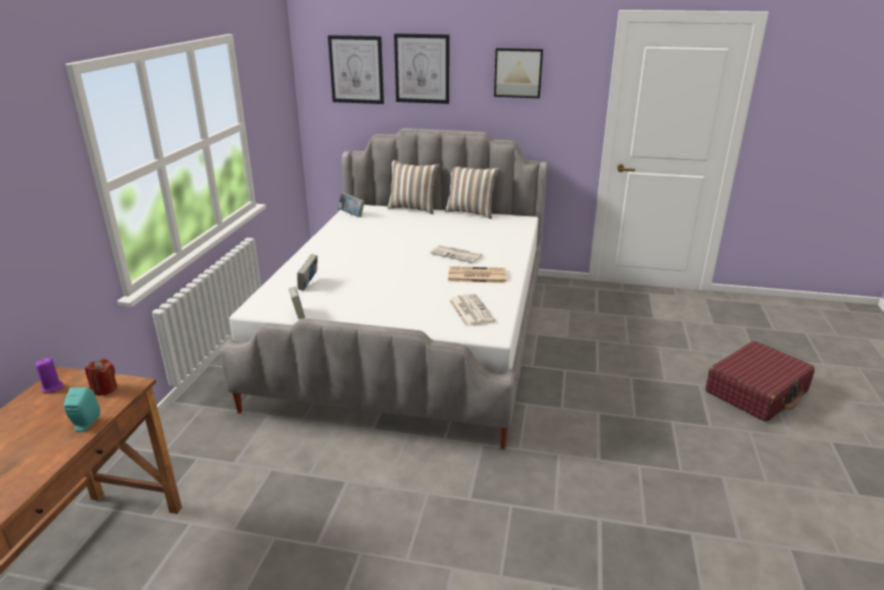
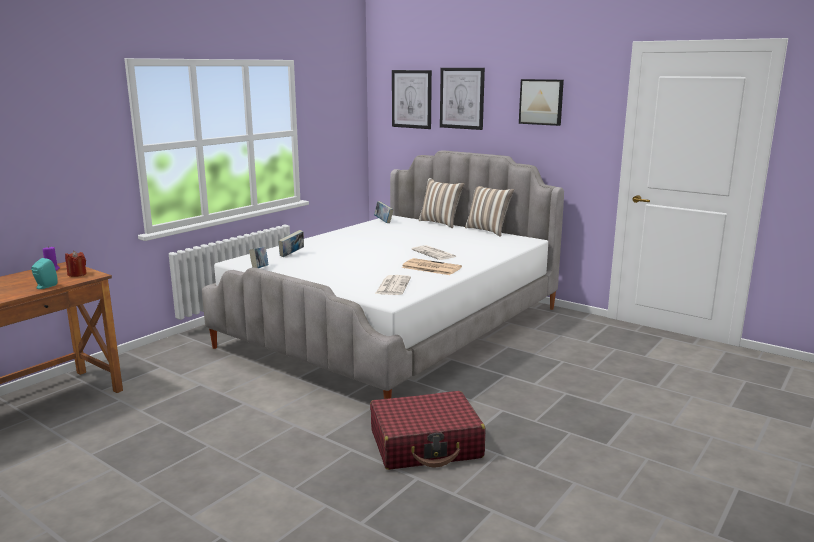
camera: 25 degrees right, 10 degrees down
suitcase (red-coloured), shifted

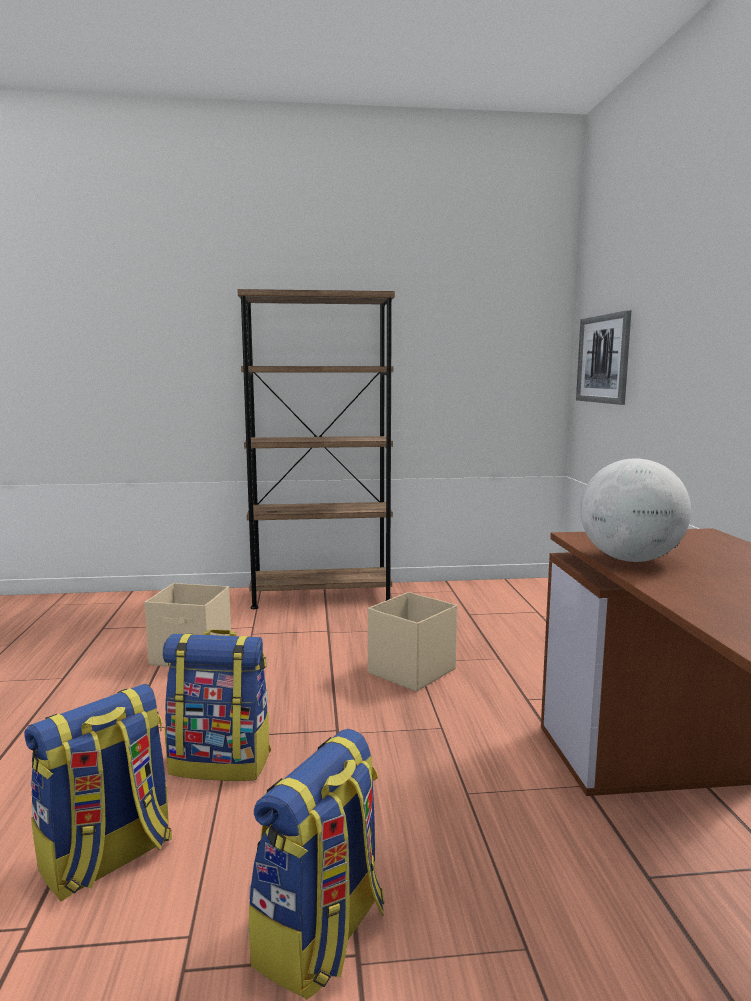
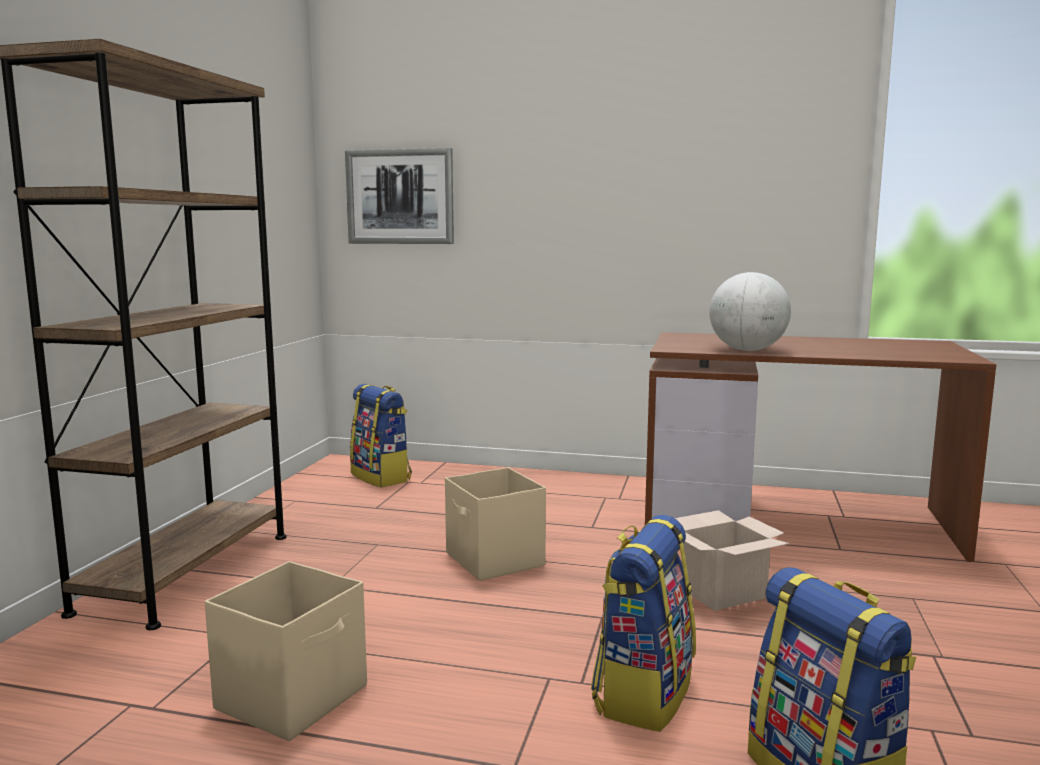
camera: 70 degrees left, 0 degrees up
rucksack (no. 3 from left in the first image) → rucksack (no. 1 from left), shifted
- → cardboard box

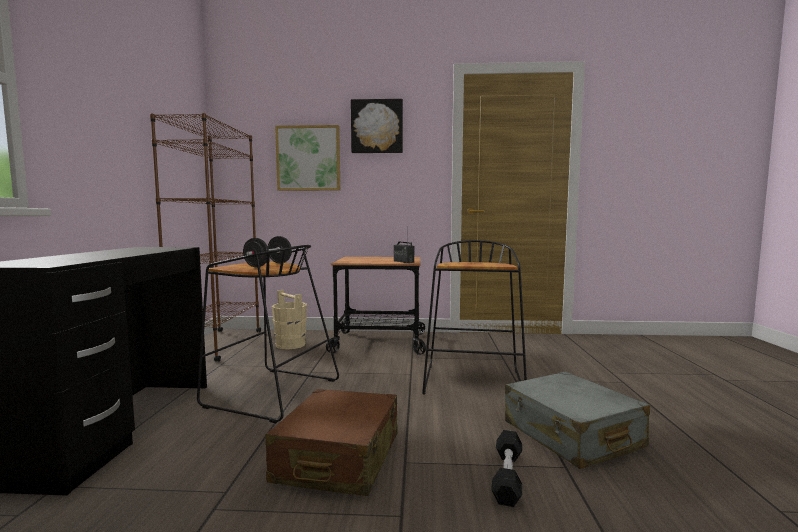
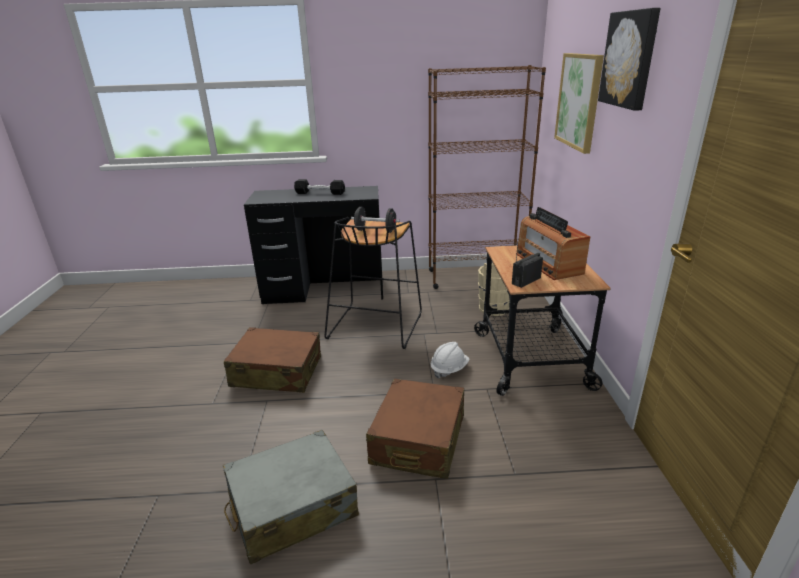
camera: 85 degrees right, 20 degrees up
stool (blackish) (no. 2 from left) → suitcase (brown-coloured) (no. 2 from left)
hand weight (blackish) (no. 2 from left in the first image) → hand weight (blackish) (no. 1 from left), shifted
- → radio receiver (no. 2 from left)
- → work helmet (white-coloured)

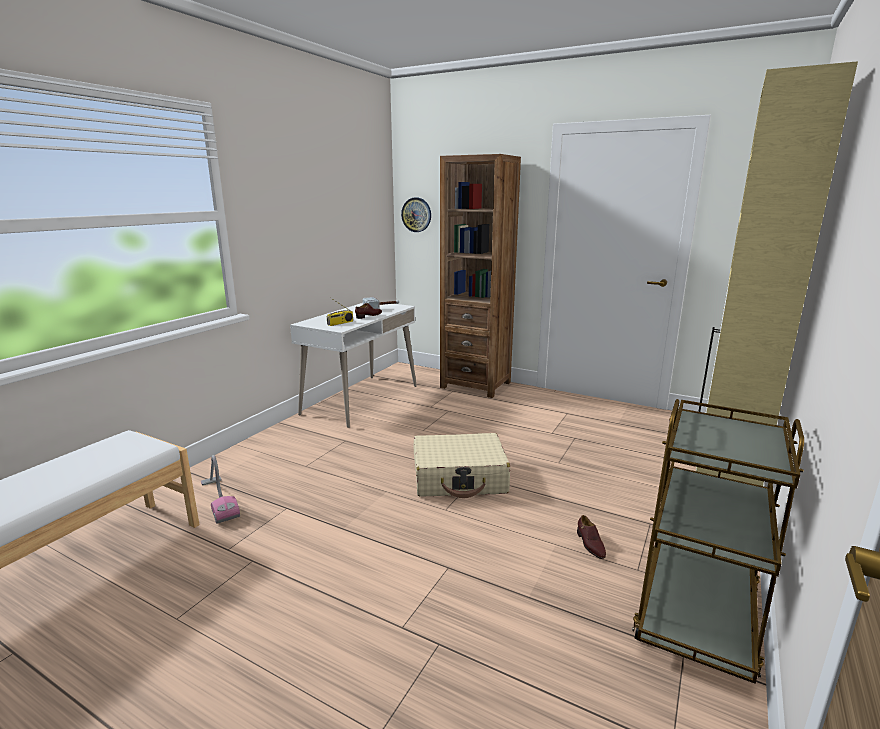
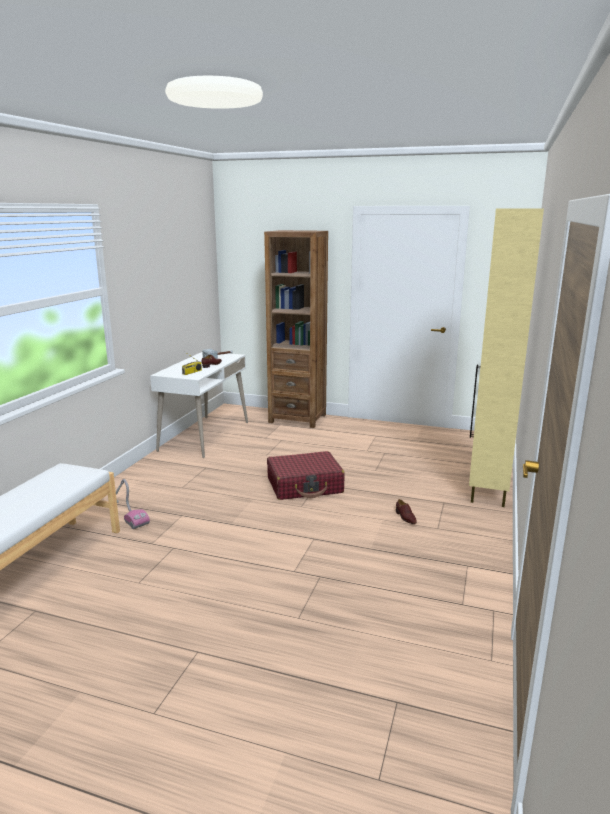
camera: 10 degrees left, 0 degrees up
wall clock → -
wheeled cart (brown-coloured) → -
suitcase (beige-coloured) → suitcase (red-coloured)

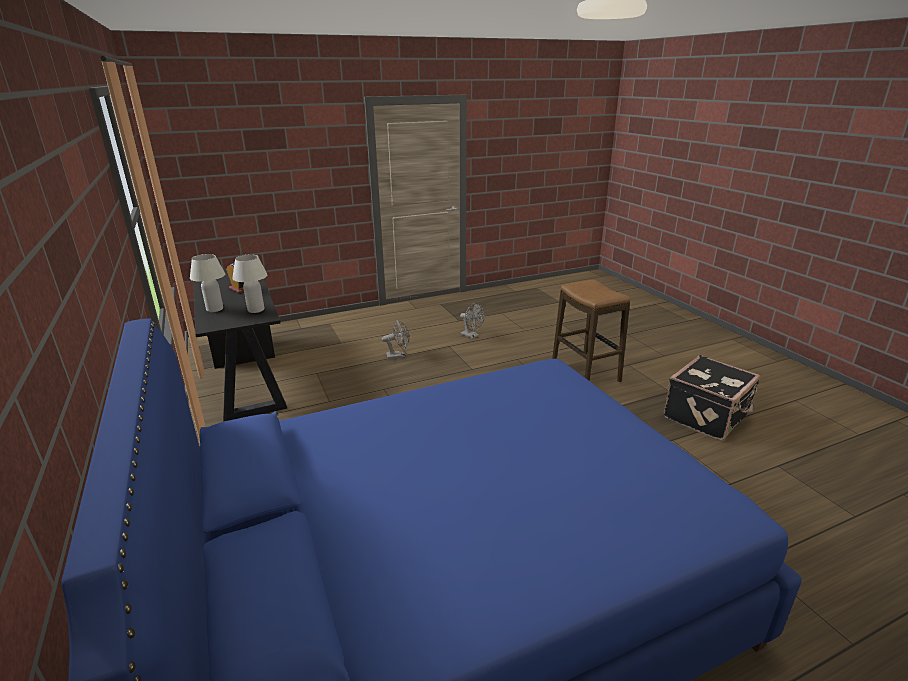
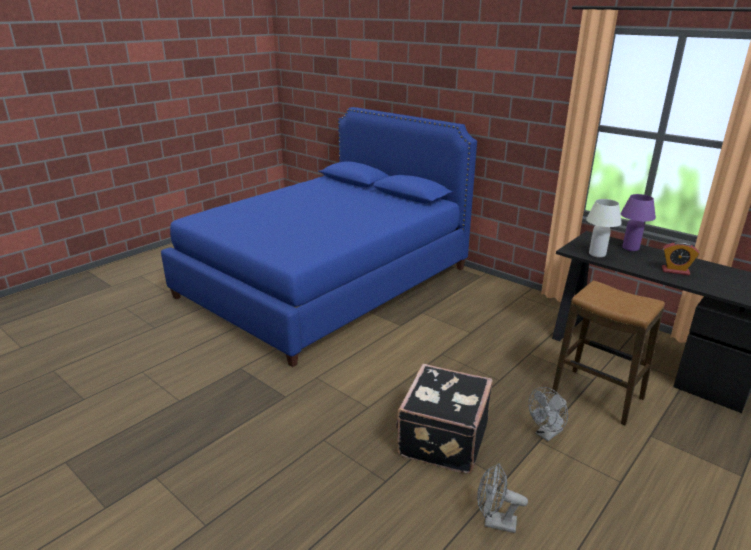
camera: 155 degrees right, 0 degrees up
lamp for a table (white-coloured) (no. 1 from left) → lamp for a table (purple-coloured)
stool, shifted
suitcase (blackish), shifted

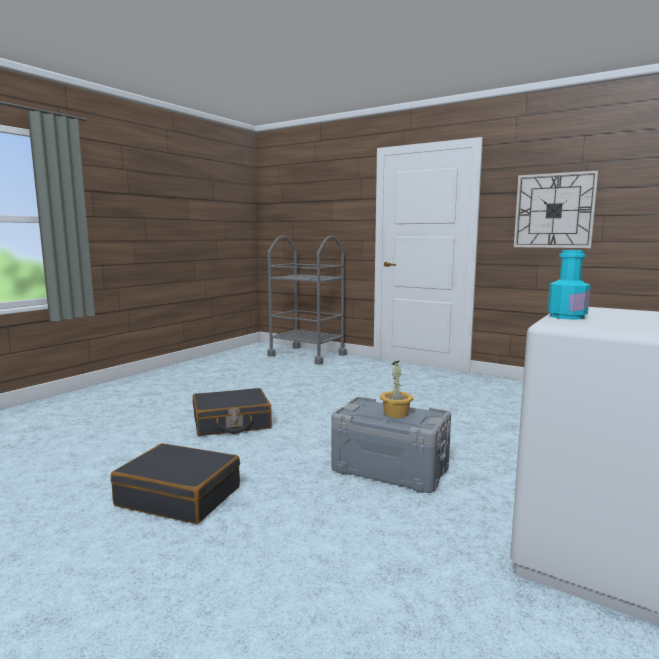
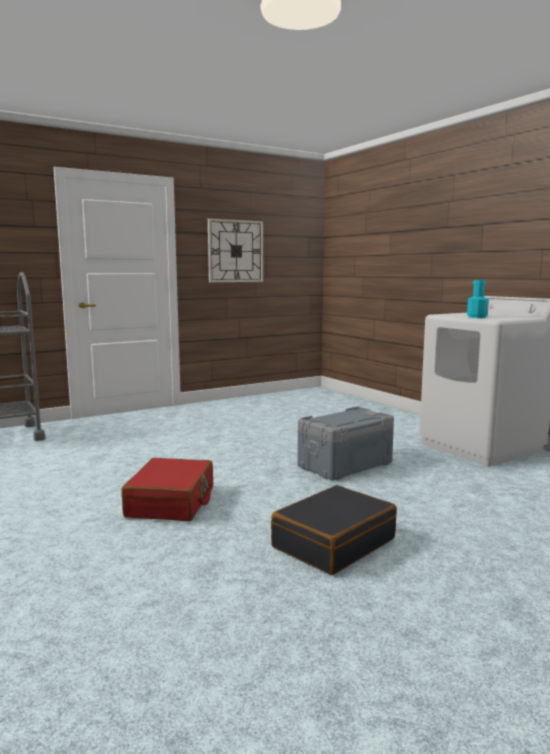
camera: 65 degrees left, 0 degrees up
potted plant → -
suitcase (blackish) (no. 2 from left) → suitcase (red-coloured)

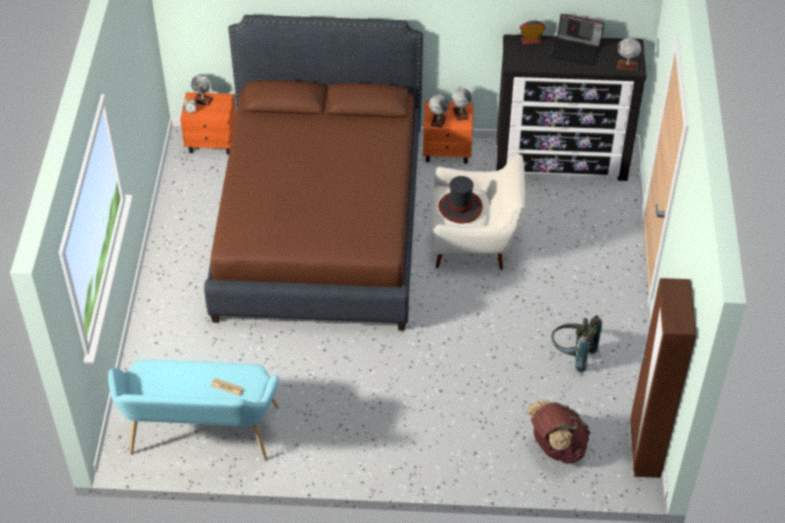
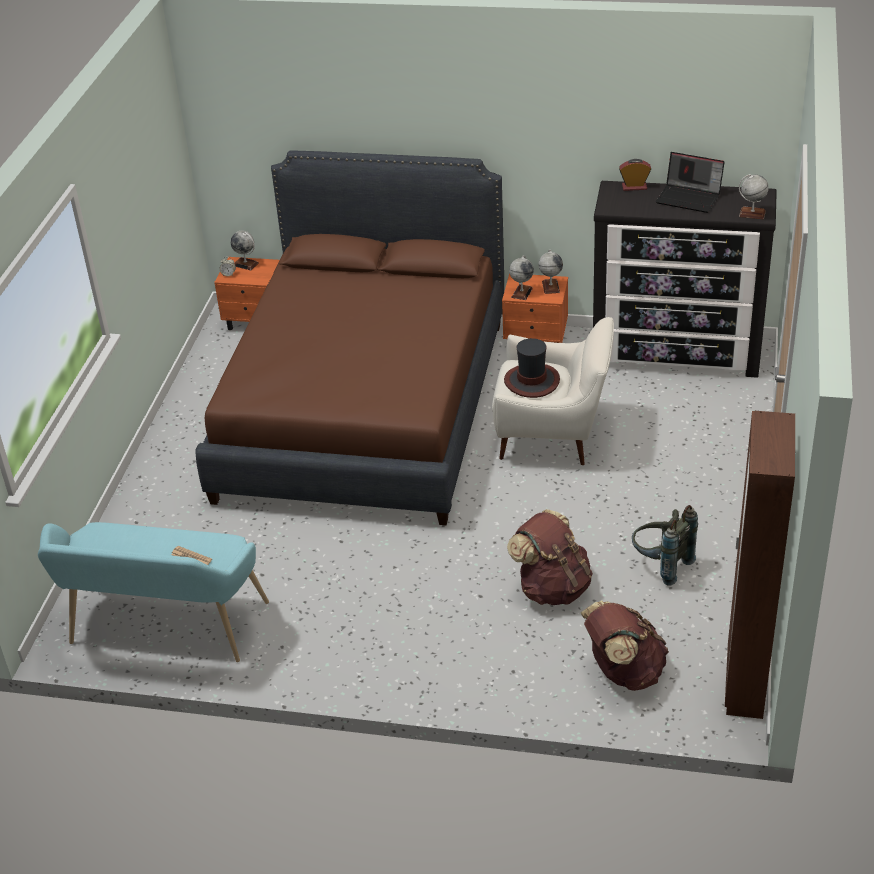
camera: 10 degrees right, 10 degrees down
- → rucksack (brown-coloured) (no. 1 from left)

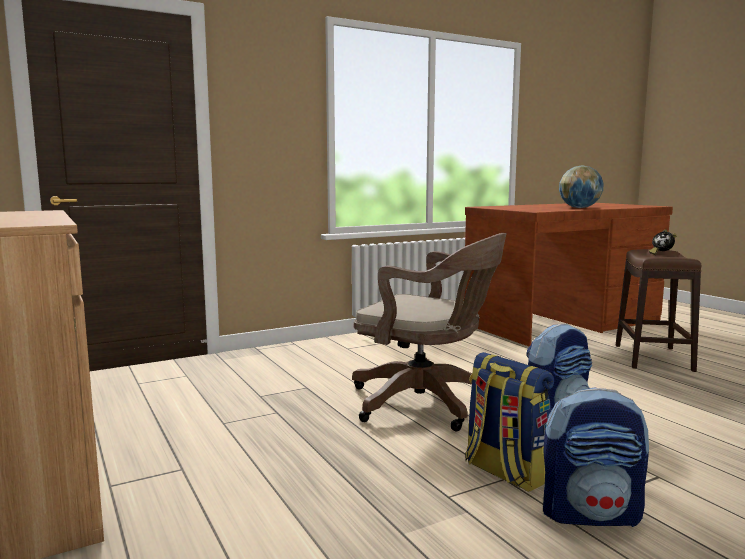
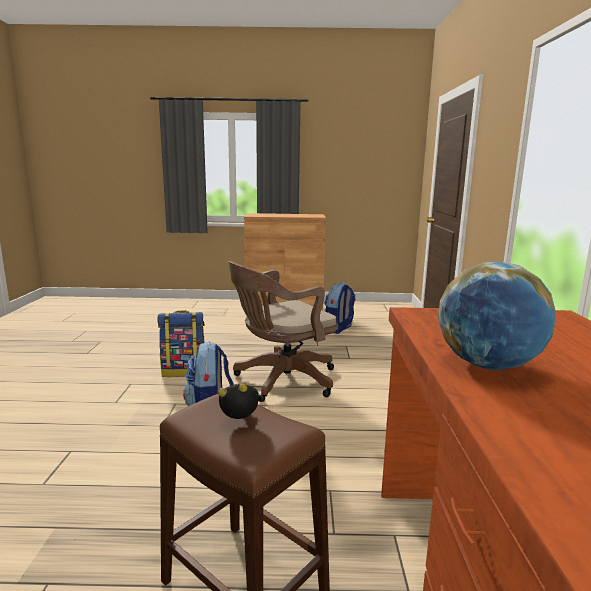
camera: 120 degrees right, 5 degrees up
rucksack (no. 3 from left), shifted

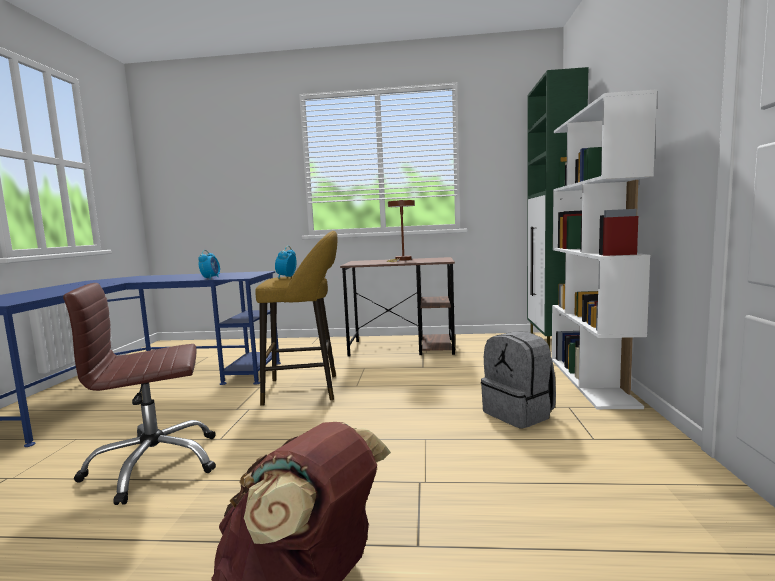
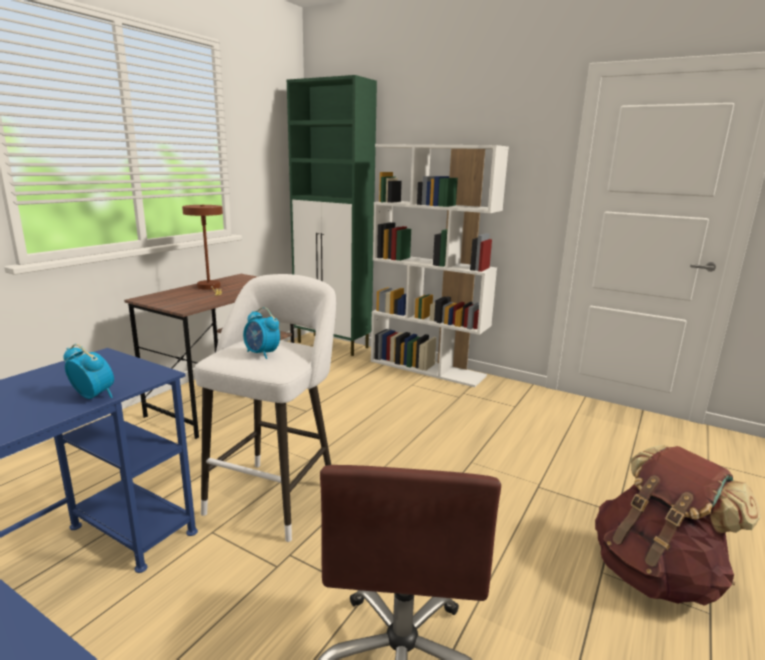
camera: 65 degrees left, 10 degrees up
stool (yellow-coloured) → stool (white-coloured)
rucksack (gray) → -

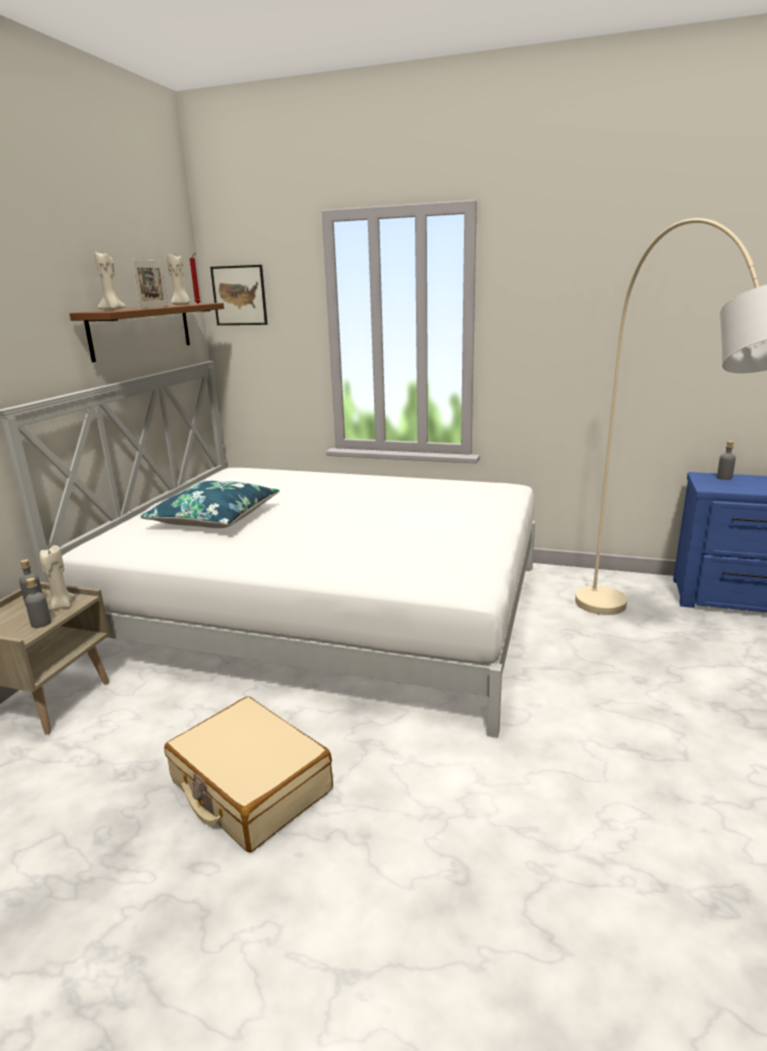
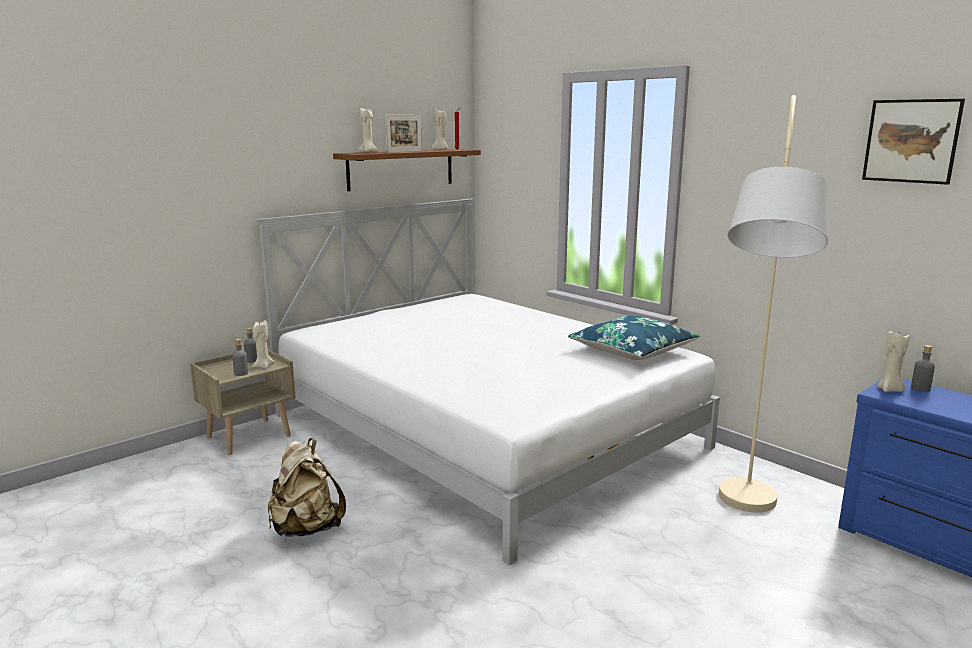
camera: 30 degrees right, 5 degrees down
picture, shifted
throw pillow (blue), shifted
suitcase (beige-coloured) → rucksack (beige-coloured)
- → candle (beige-coloured) (no. 4 from left)

